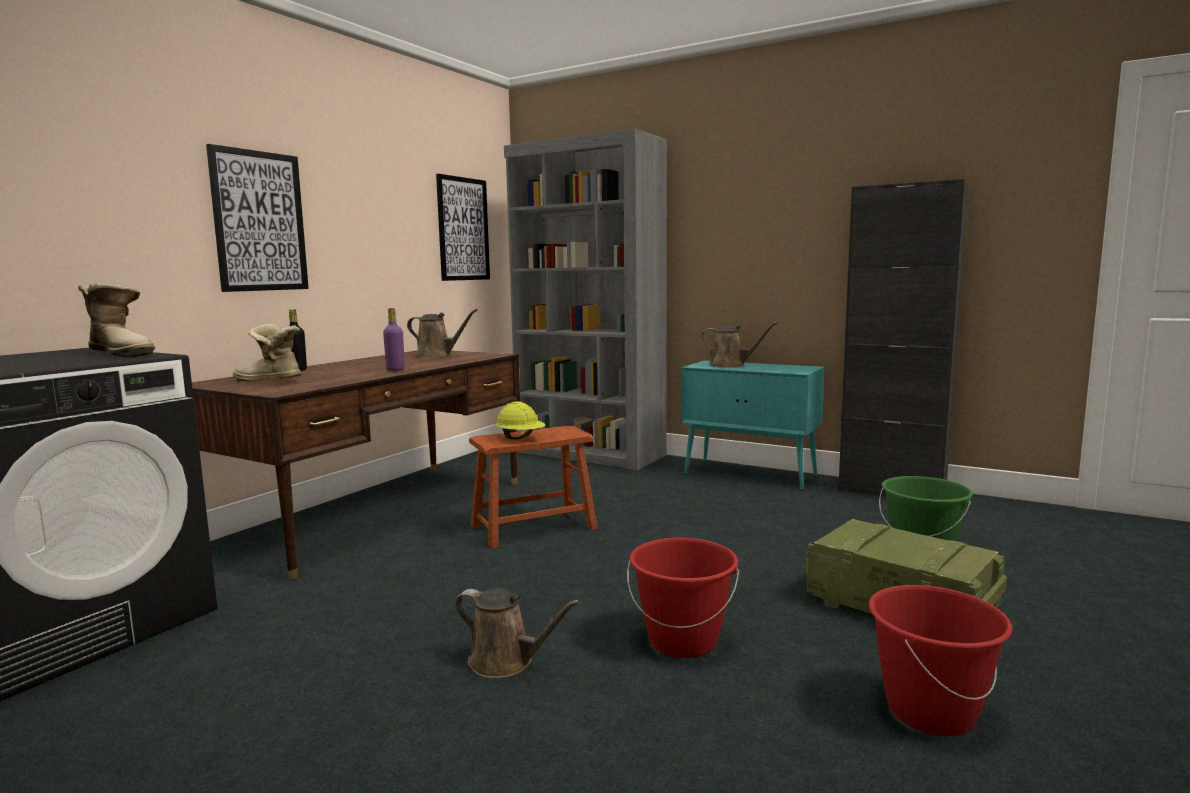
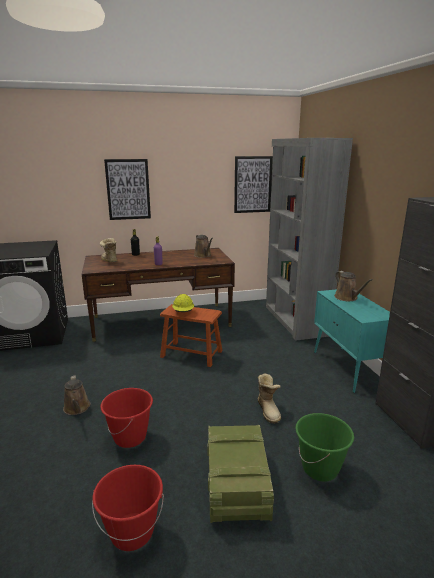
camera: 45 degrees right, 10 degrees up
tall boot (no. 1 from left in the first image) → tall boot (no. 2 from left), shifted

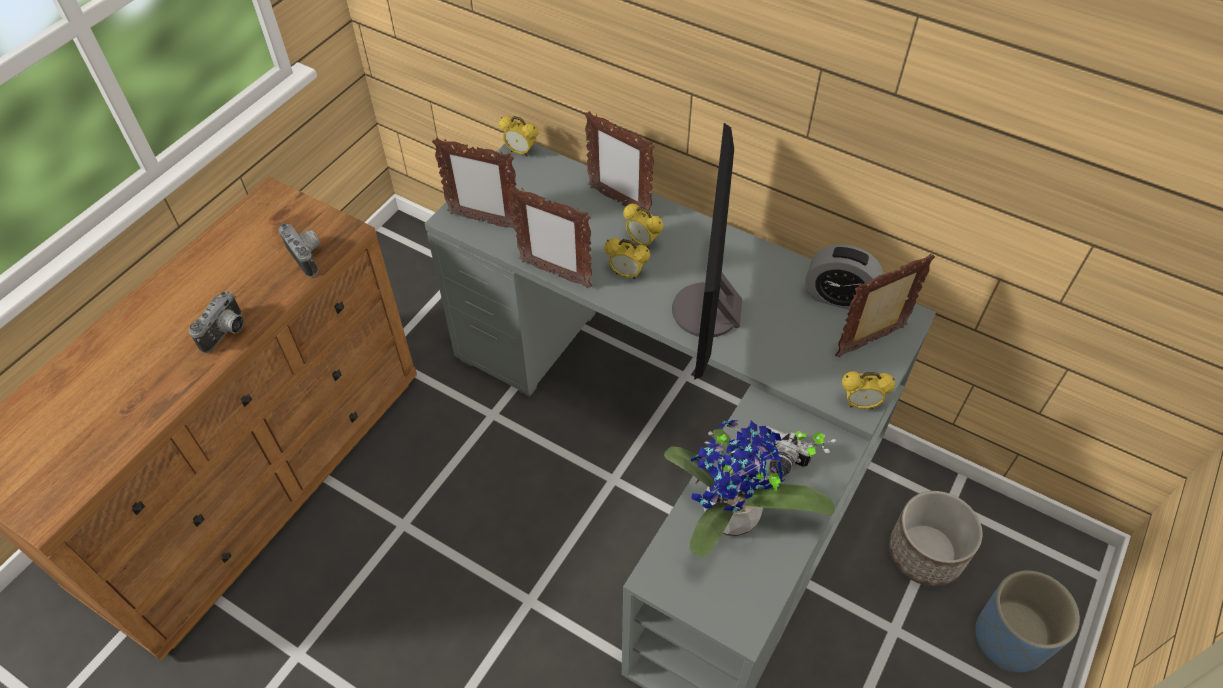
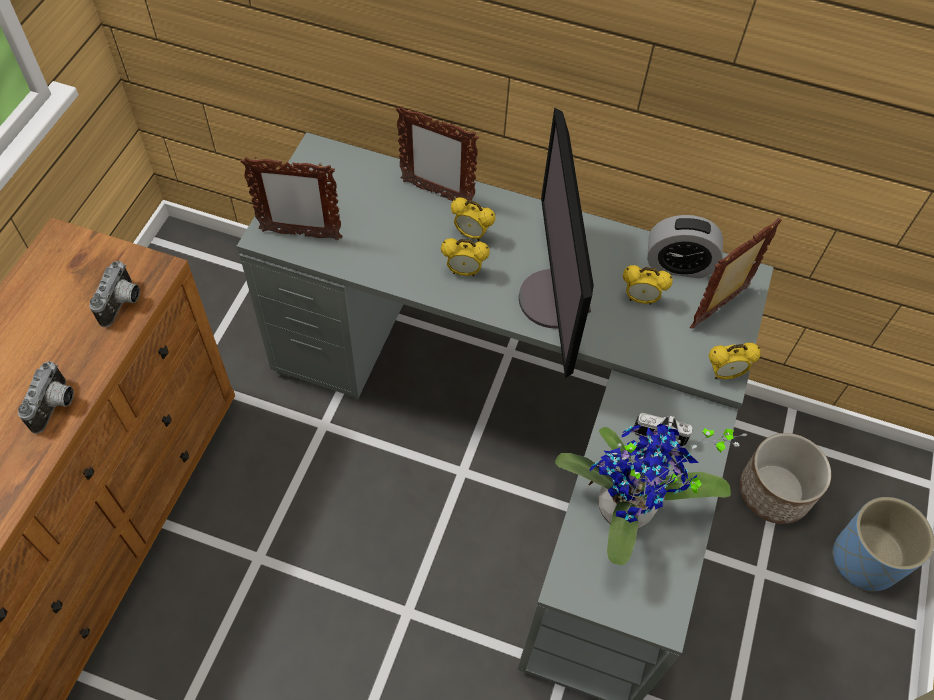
camera: 15 degrees left, 5 degrees up
table clock (no. 1 from left in the first image) → table clock (no. 3 from left), shifted
photo frame (no. 2 from left) → -
still camera (no. 2 from left), 60 degrees clockwise

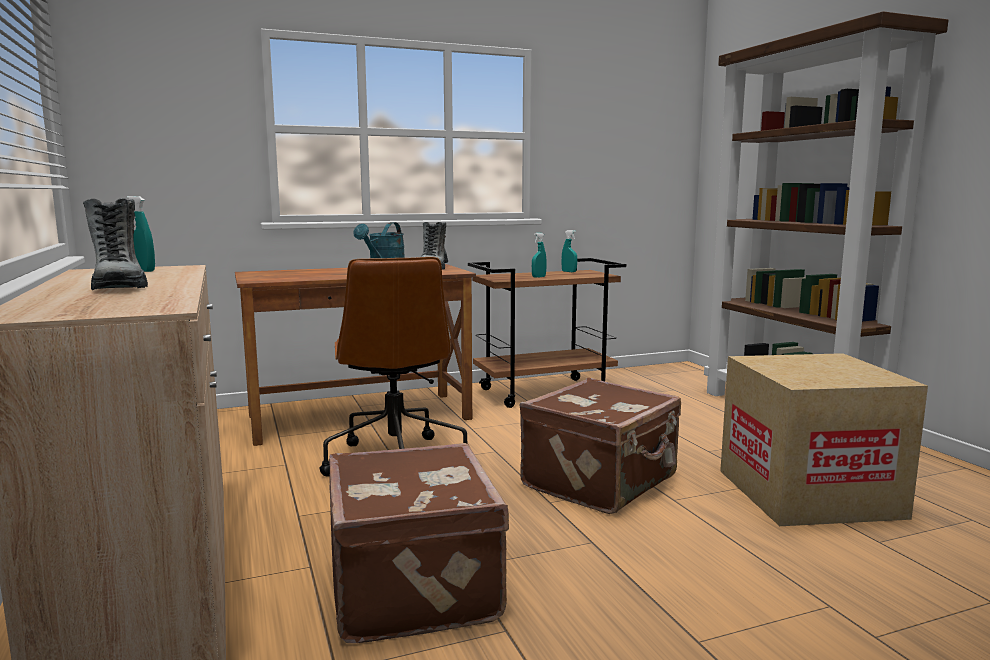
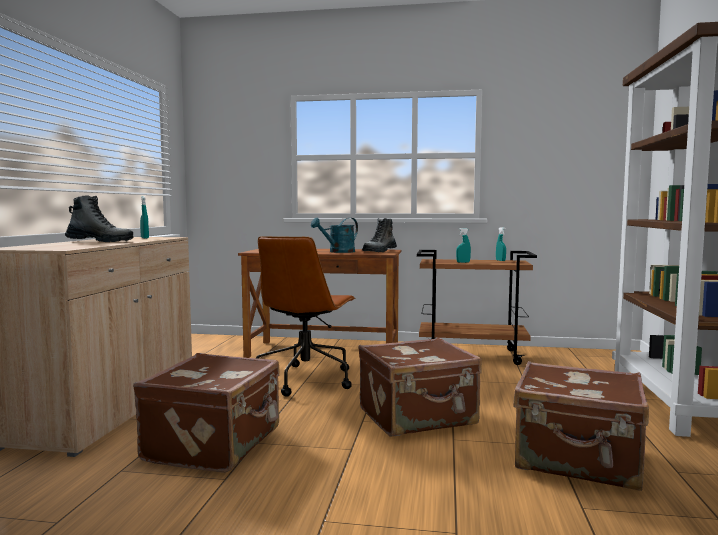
camera: 30 degrees right, 5 degrees down
tall boot (no. 1 from left), 90 degrees counterclockwise
cardboard box → suitcase (brown-coloured) (no. 3 from left)

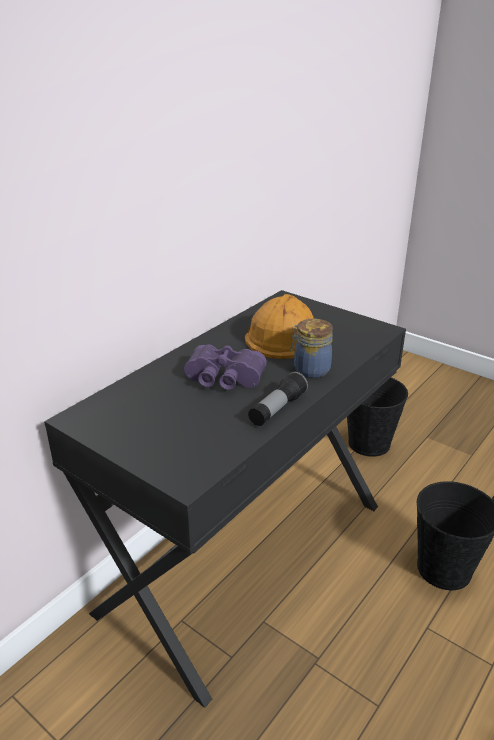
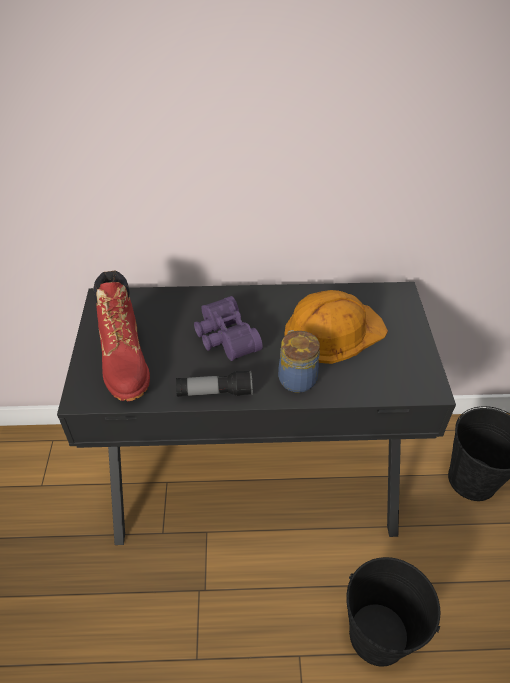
camera: 50 degrees right, 15 degrees up
- → tall boot (red-coloured)

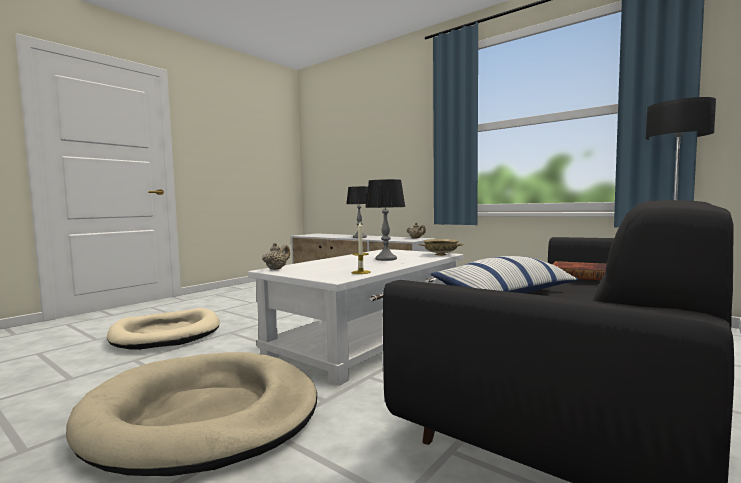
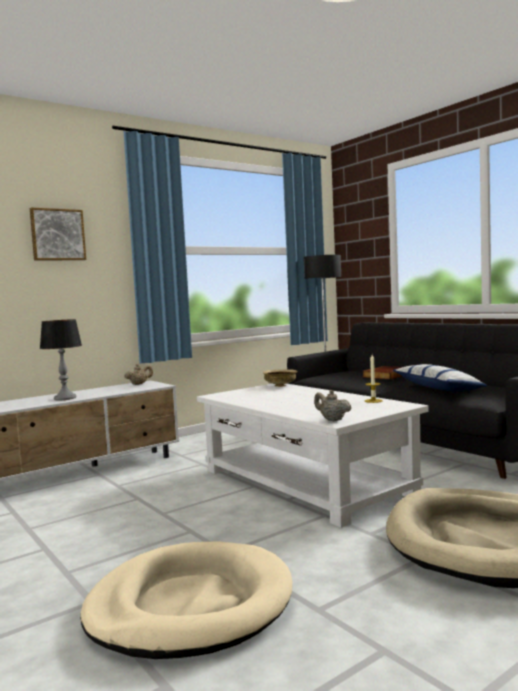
camera: 75 degrees left, 0 degrees up
lamp for a table (no. 2 from left) → -
- → picture

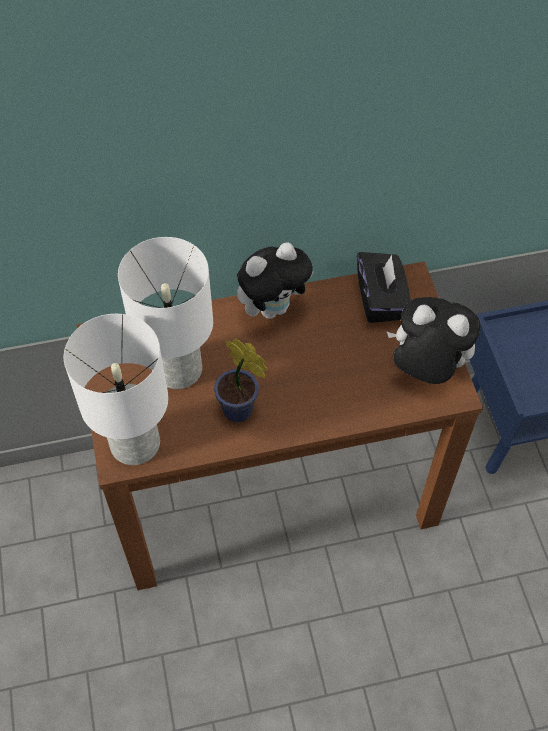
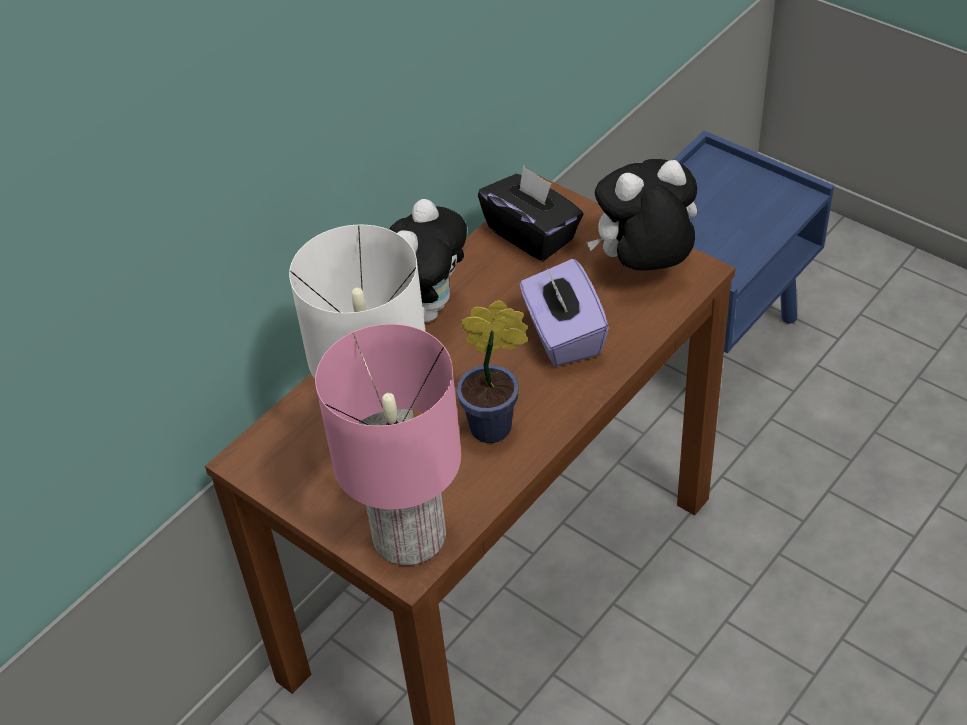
camera: 35 degrees left, 10 degrees down
lamp for a table (white-coloured) (no. 1 from left) → lamp for a table (pink)
- → tissue holder (purple-coloured)

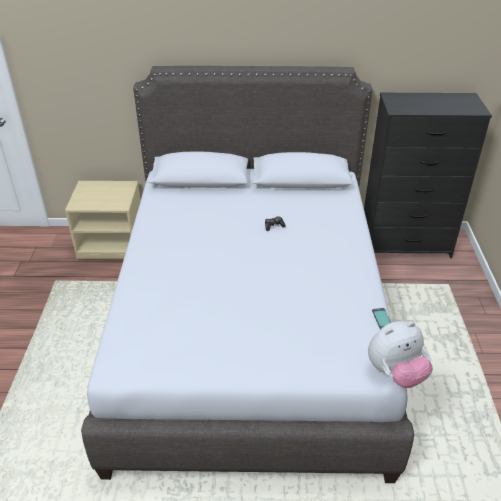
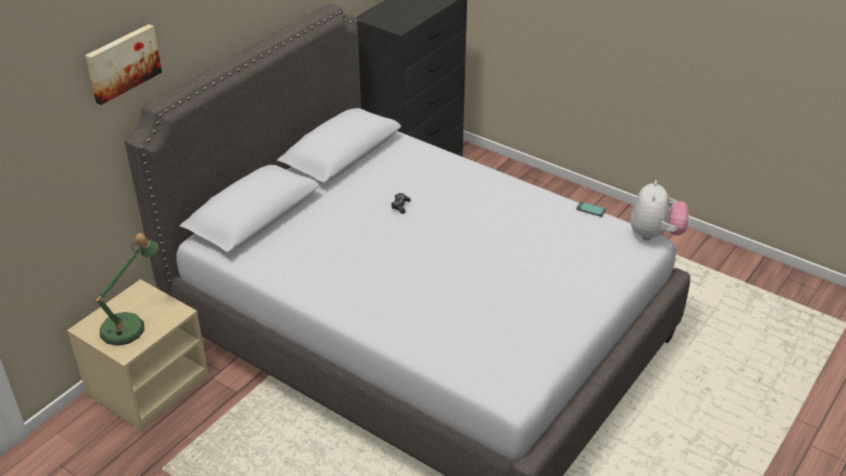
camera: 55 degrees left, 0 degrees up
- → picture
- → lamp for a table

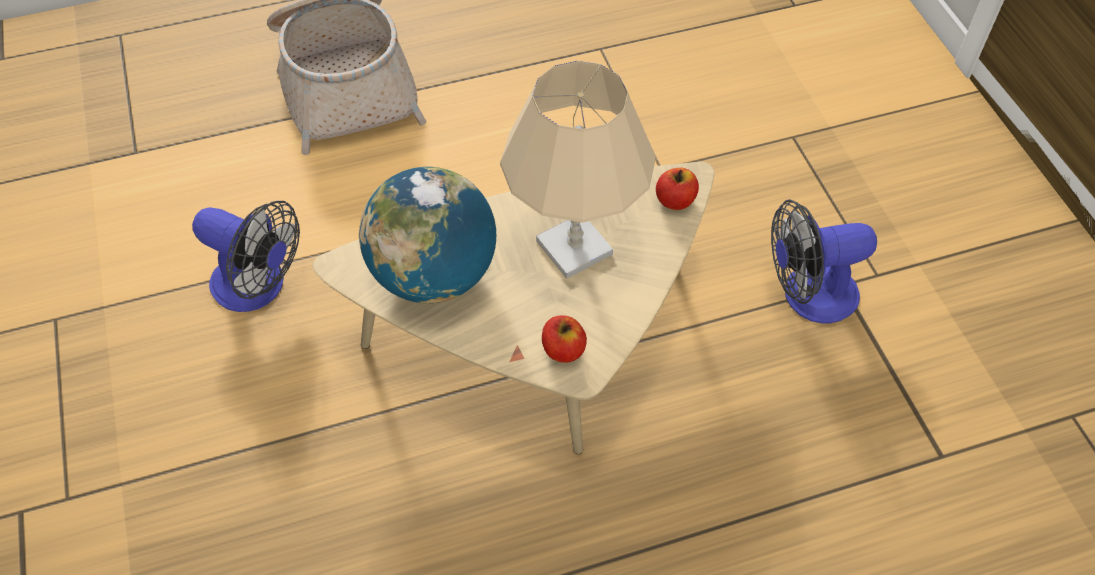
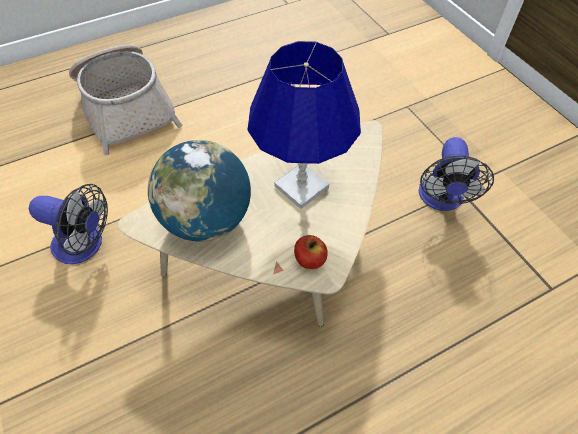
camera: 10 degrees left, 0 degrees up
lamp for a table (beige-coloured) → lamp for a table (blue)
whole apple (no. 2 from left) → -
fan (no. 2 from left), 60 degrees counterclockwise

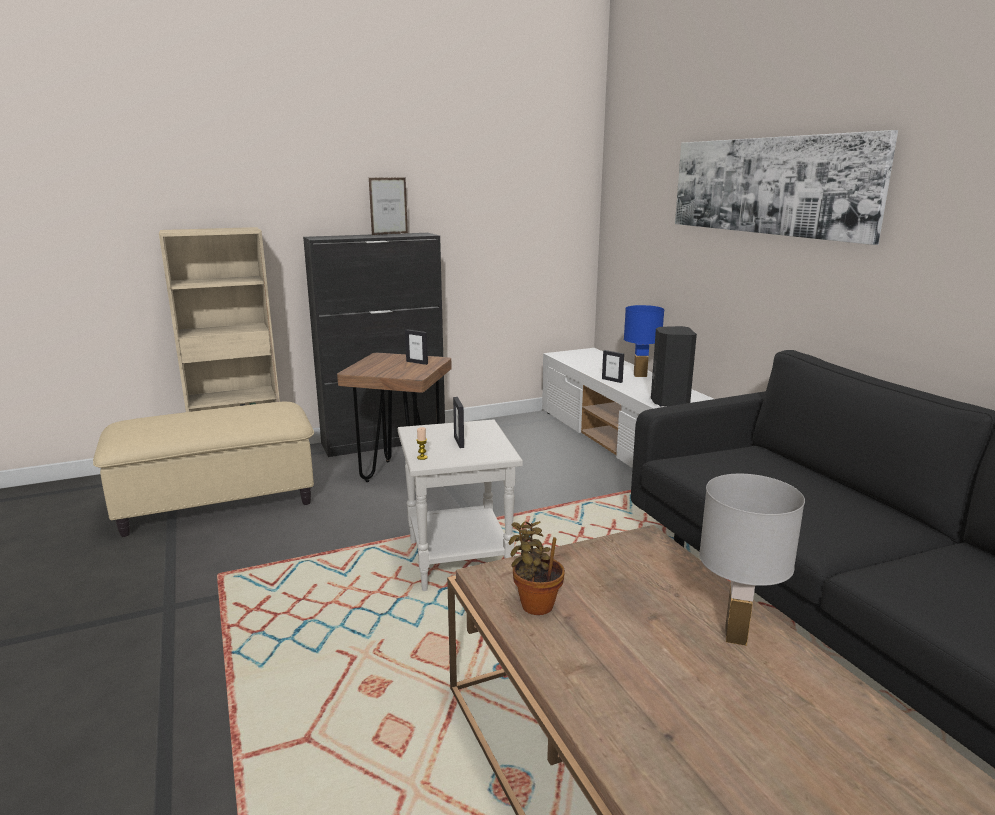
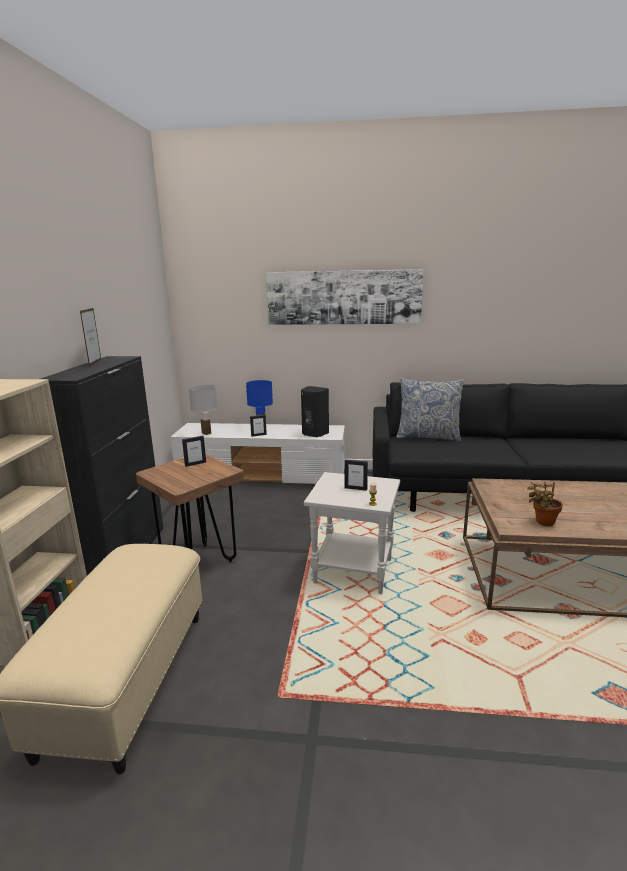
camera: 60 degrees left, 0 degrees up
lamp for a table (white-coloured), shifted
- → throw pillow

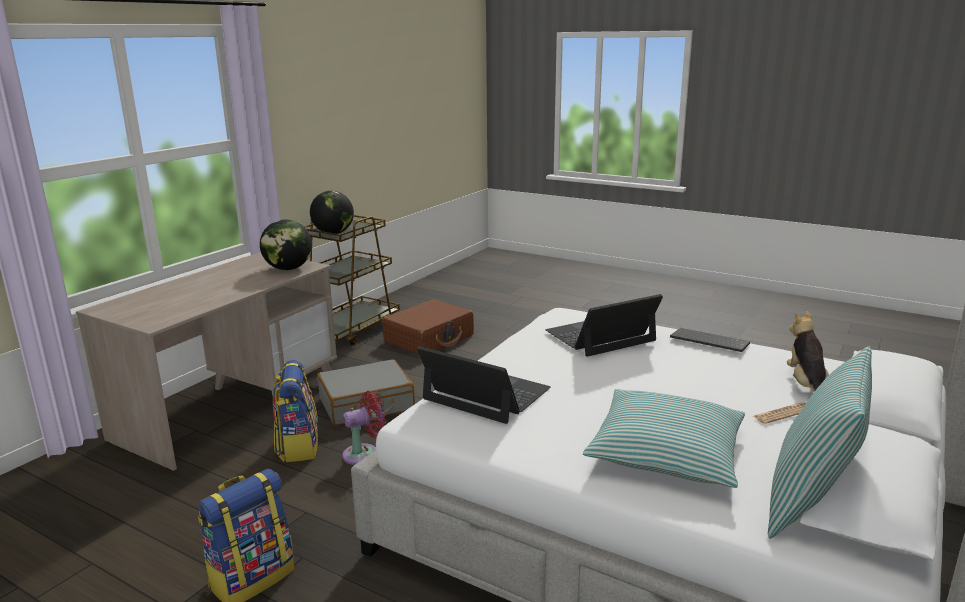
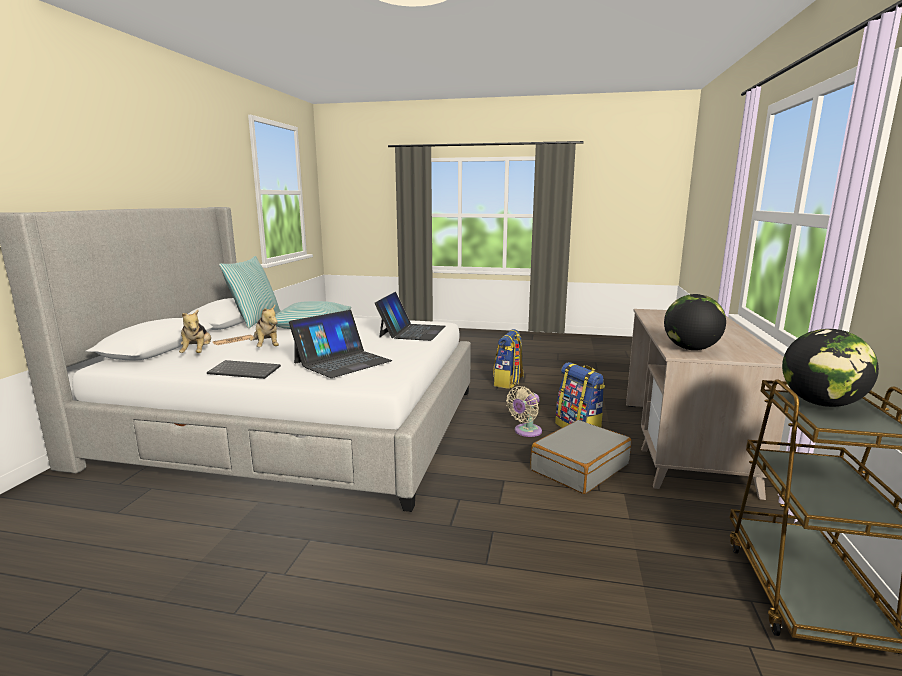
camera: 160 degrees right, 5 degrees down
suitcase (brown-coloured) → -
portable computer (no. 1 from left in the first image) → portable computer (no. 2 from left), 90 degrees counterclockwise
fan (red-coloured) → fan (beige-coloured)
- → plush toy (no. 2 from left)

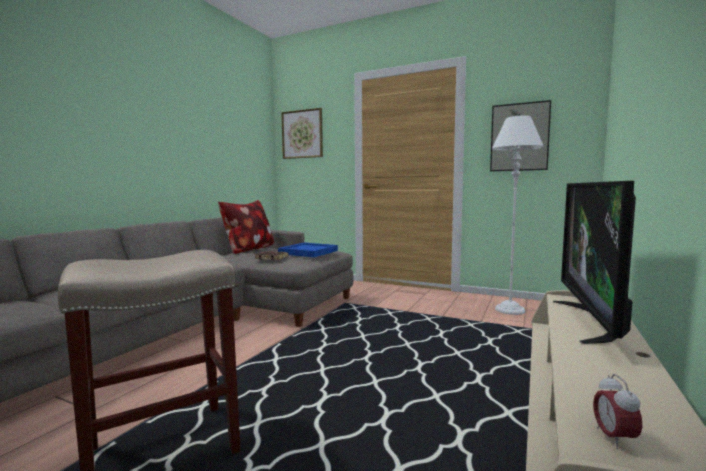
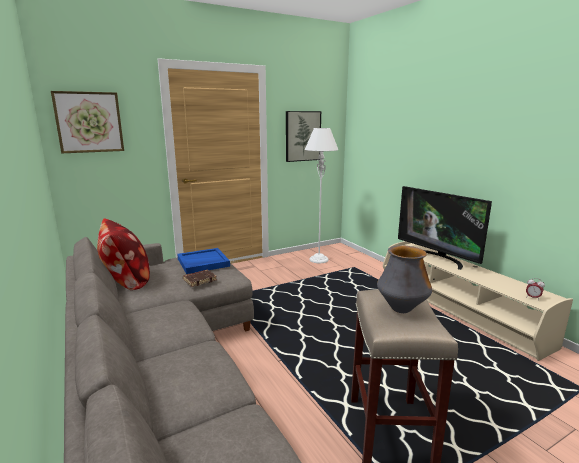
camera: 55 degrees left, 10 degrees up
- → flower vase

